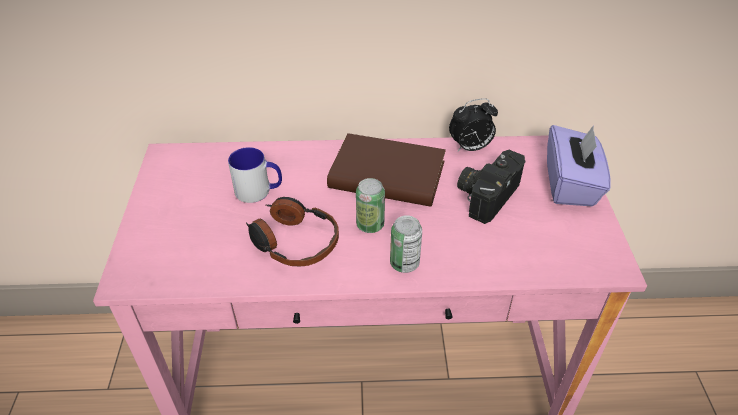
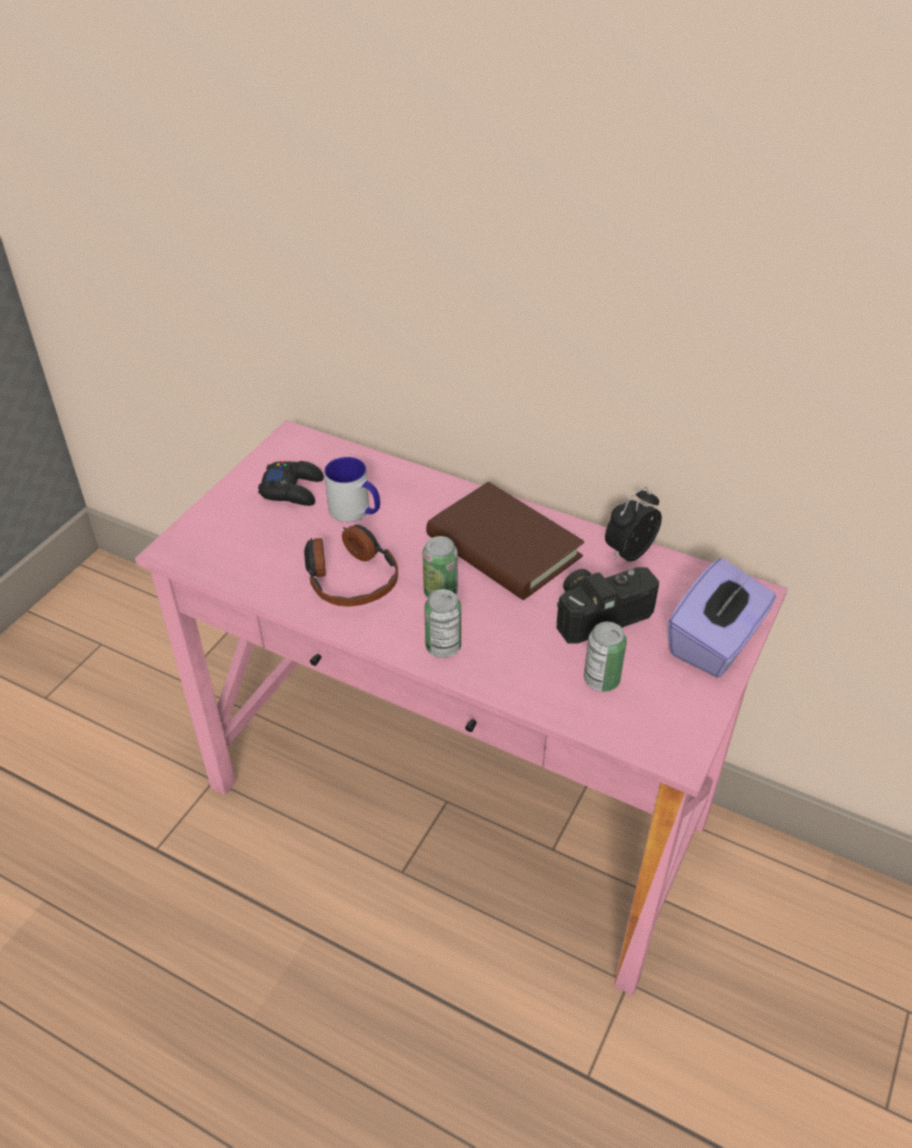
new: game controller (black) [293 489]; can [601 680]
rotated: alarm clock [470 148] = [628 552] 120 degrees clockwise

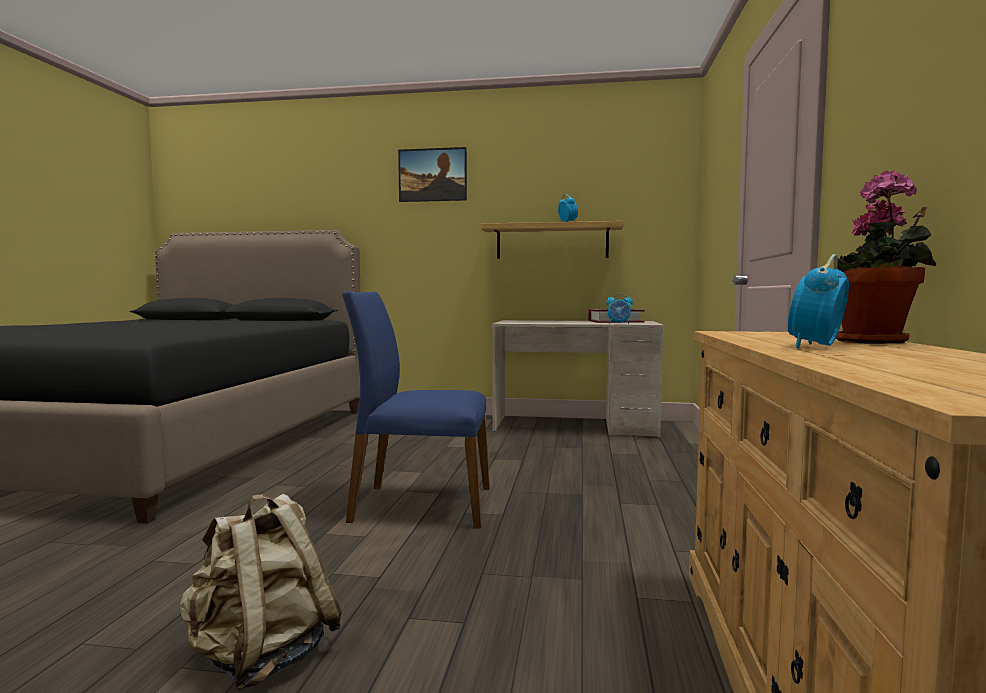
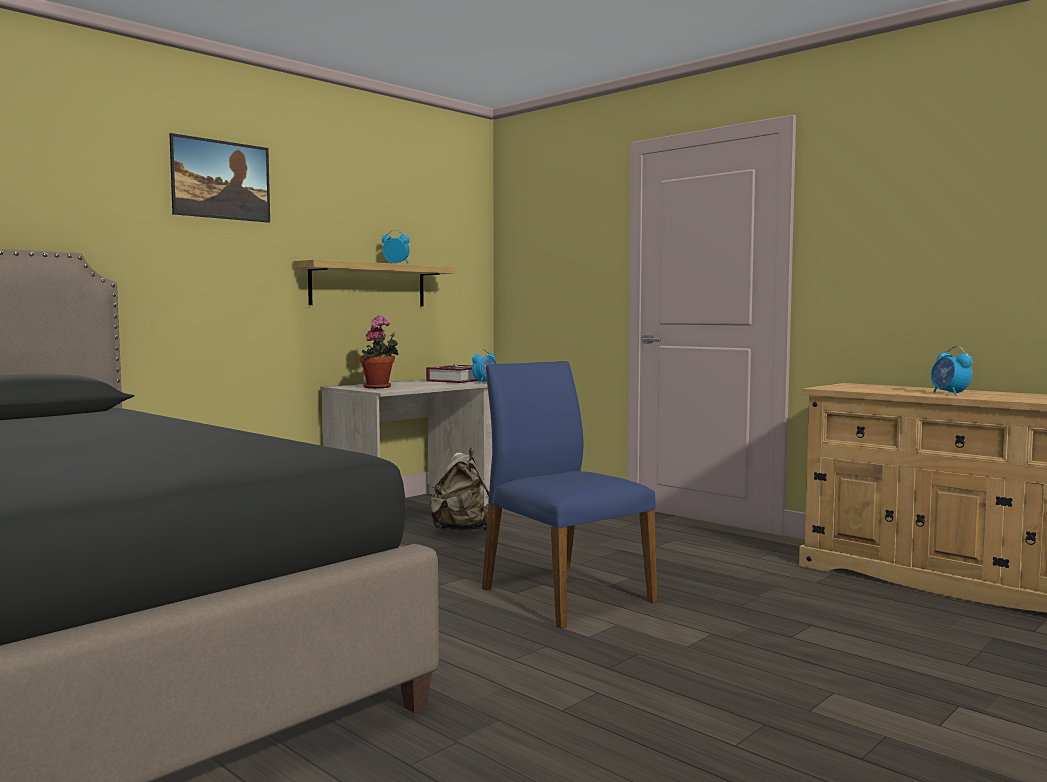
shifted: backpack (beige) [261 657] to [461 531]; potted plant [875 342] to [379 387]
rotated: chair (blue) [420 504] = [563 595] 105 degrees clockwise

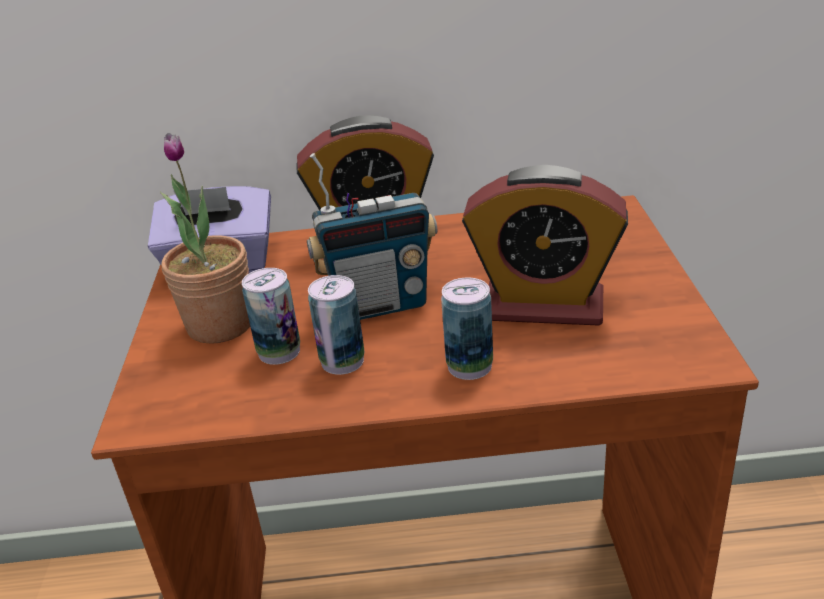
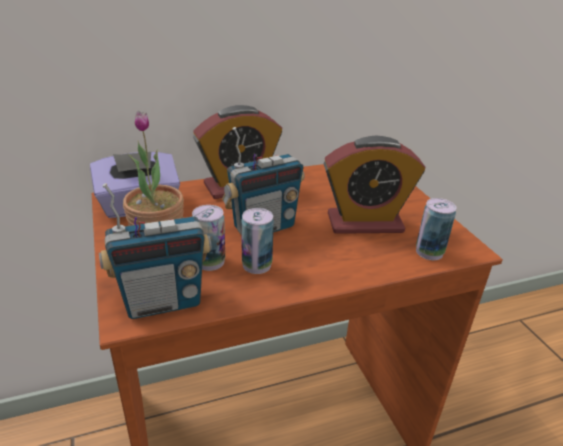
new: radio [163 302]
shifted: can [469 366] to [429 252]

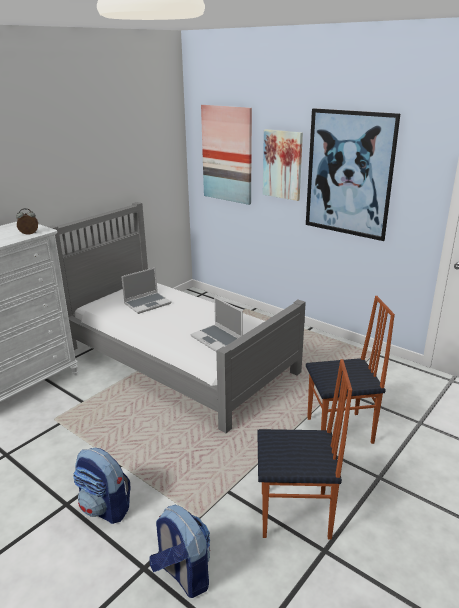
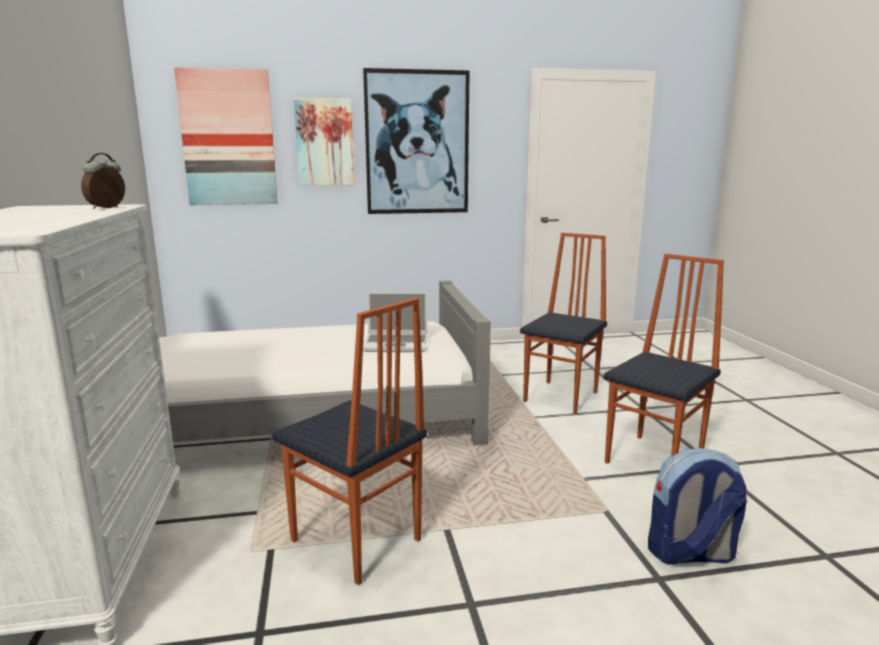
gone: backpack [105 508]; laptop [147 303]
new: chair [355 542]

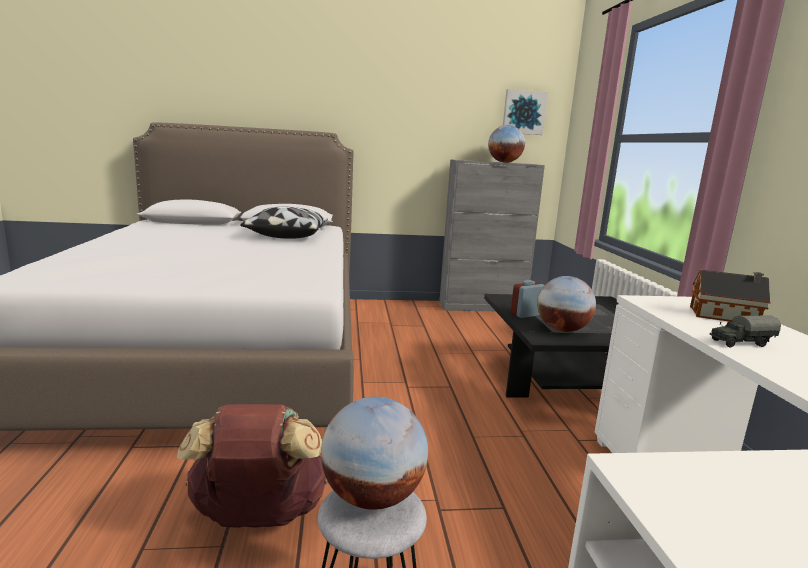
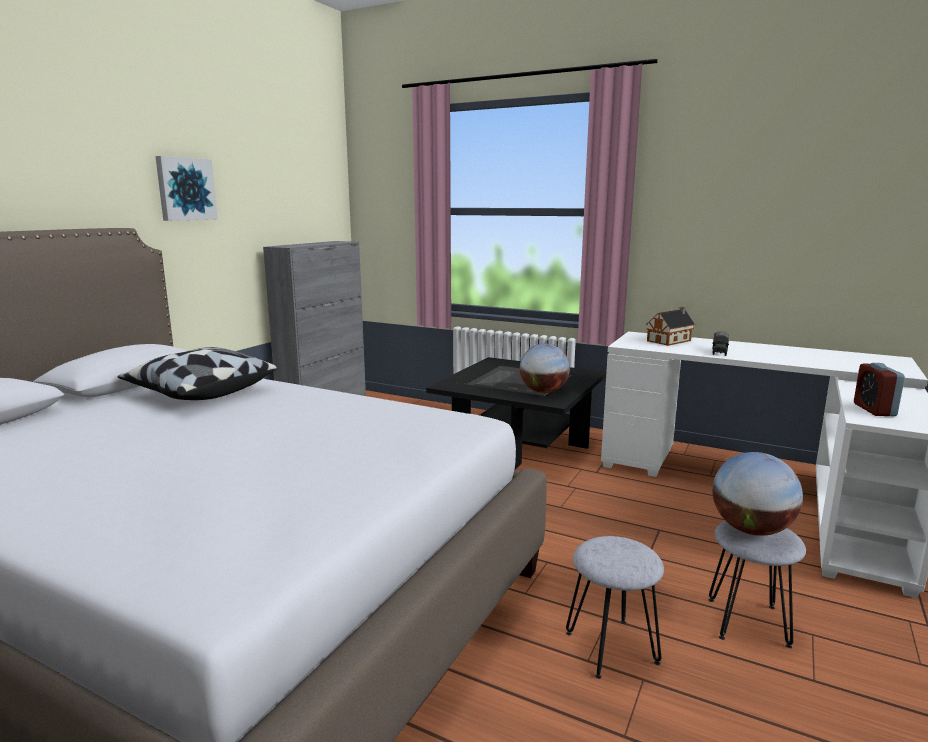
gone: globe [504 162]
shifted: picture [523 112] to [185 189]; alarm clock [526 314] to [874 410]
swapped: backpack (brown) [258 517] to stool (grey) [611 648]

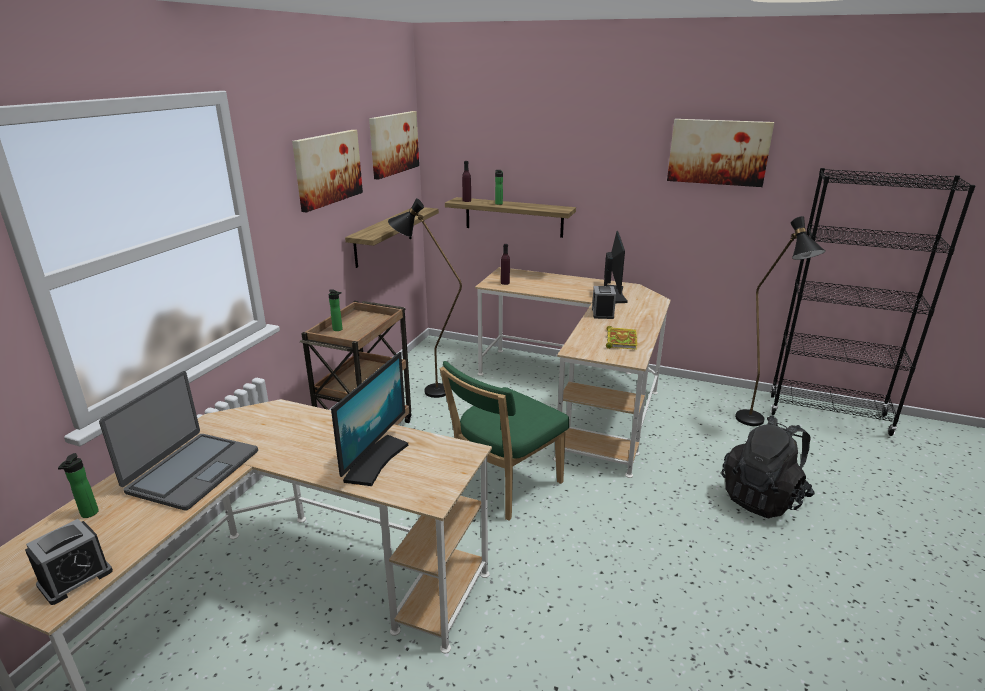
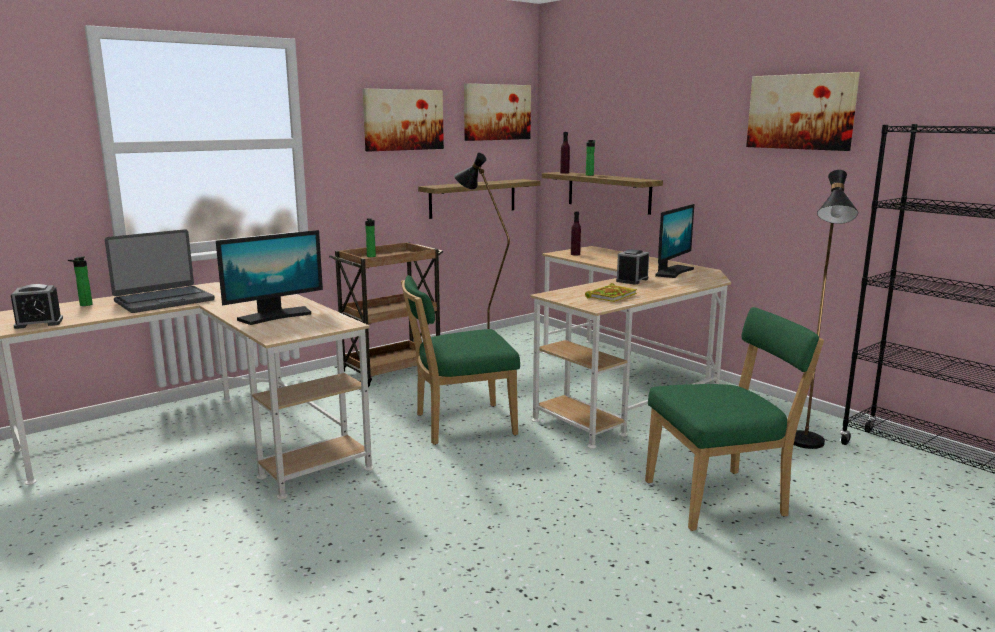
swapped: backpack (black) [763 498] to chair (green) [721 498]

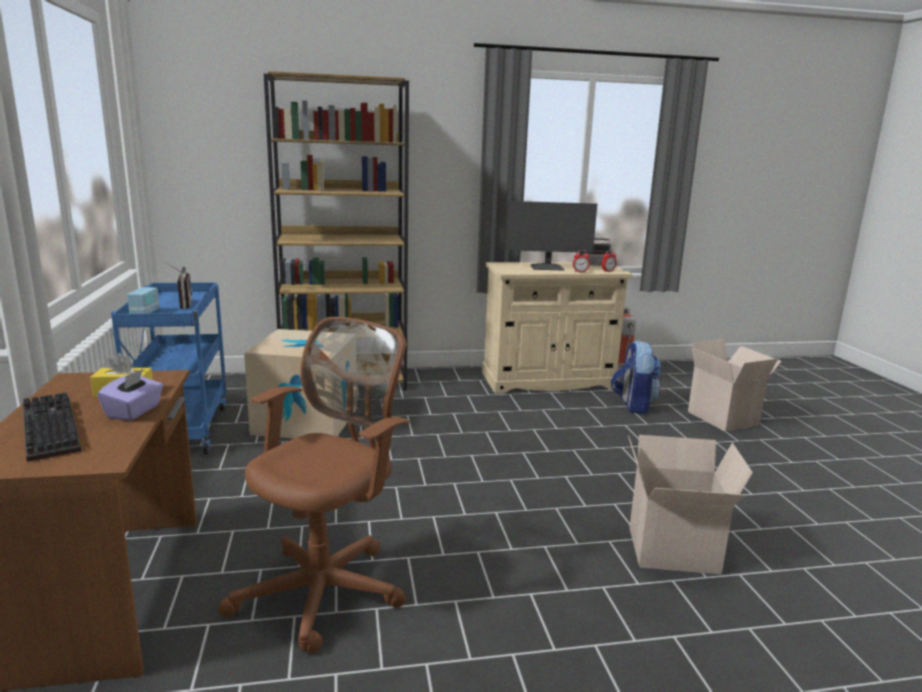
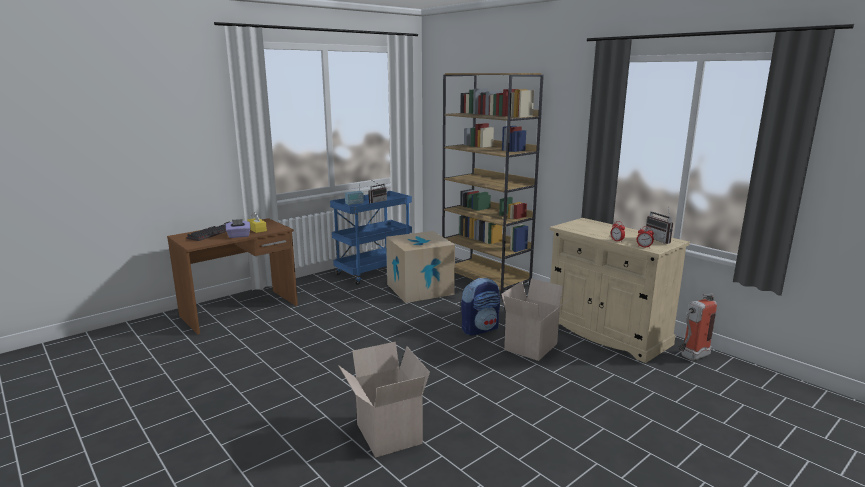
gone: office chair (brown) [326 589]; monitor [547 268]
shifted: backpack [633 405] to [480 329]; cardboard box [725 418] to [532 347]

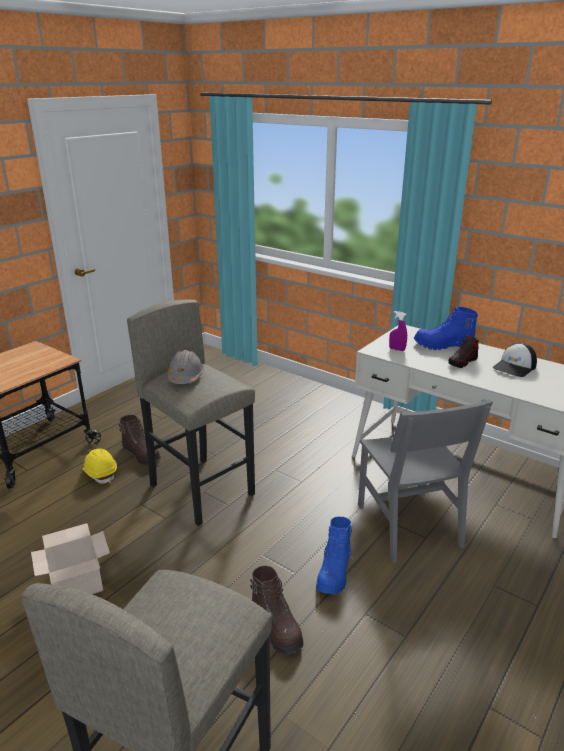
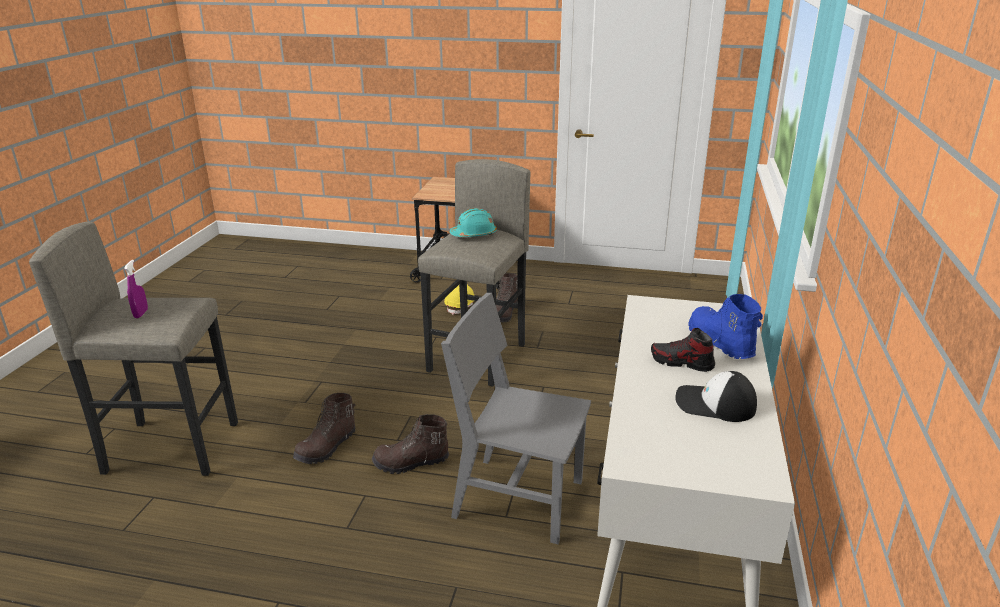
gone: cardboard box [78 584]
shifted: spray bottle (purple) [397 349] to [141 314]
repainted: hard hat (grey) [185 376] to hard hat (turquoise) [474 234]; boot (blue) [334 572] to boot (brown) [411 463]
rotated: chair (grey) [408 525] = [518 498] 60 degrees clockwise

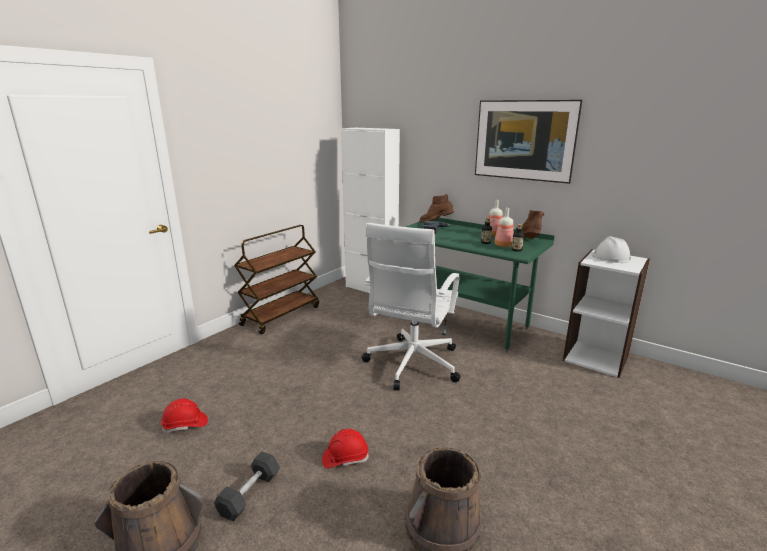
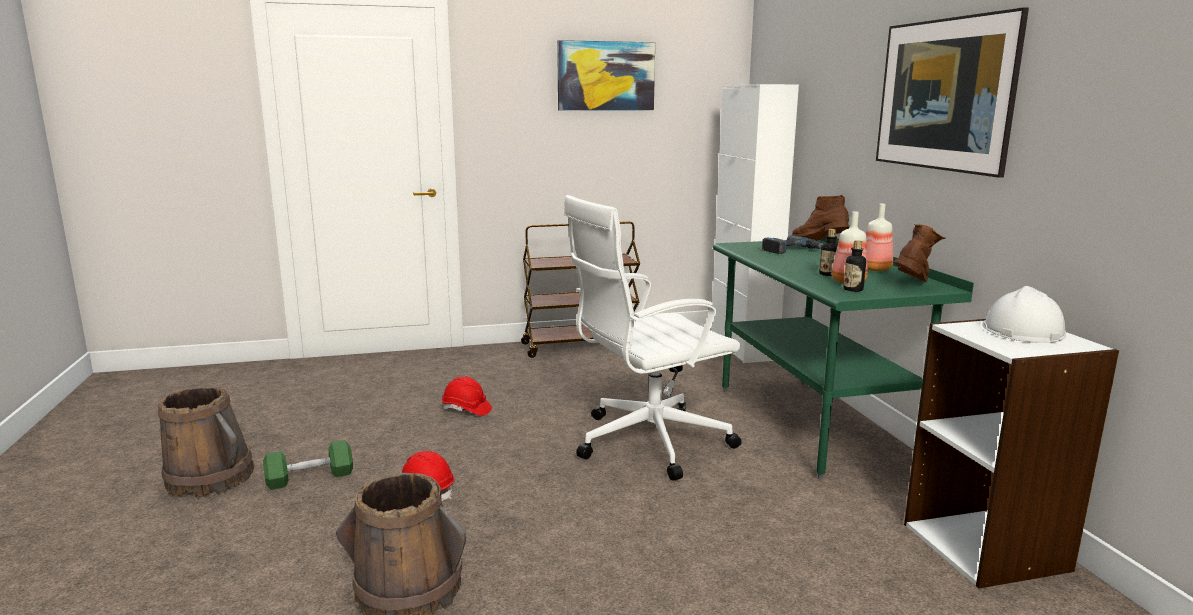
new: picture [606 76]
shifted: hard hat (red) [185 425] to [466 409]
repainted: dumbbell (grey) [249 494] to dumbbell (green) [310 478]

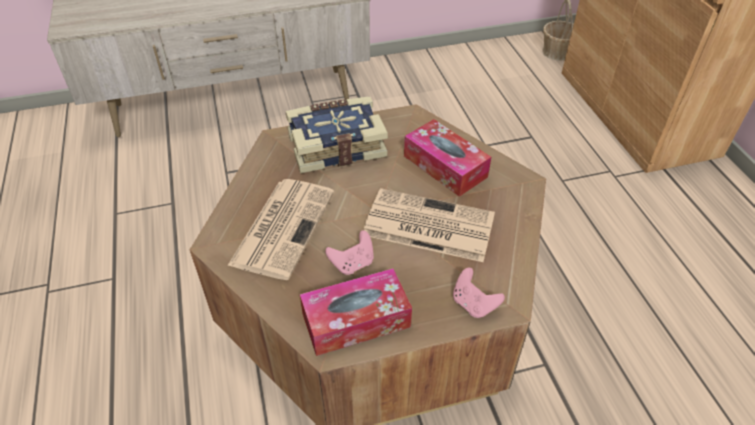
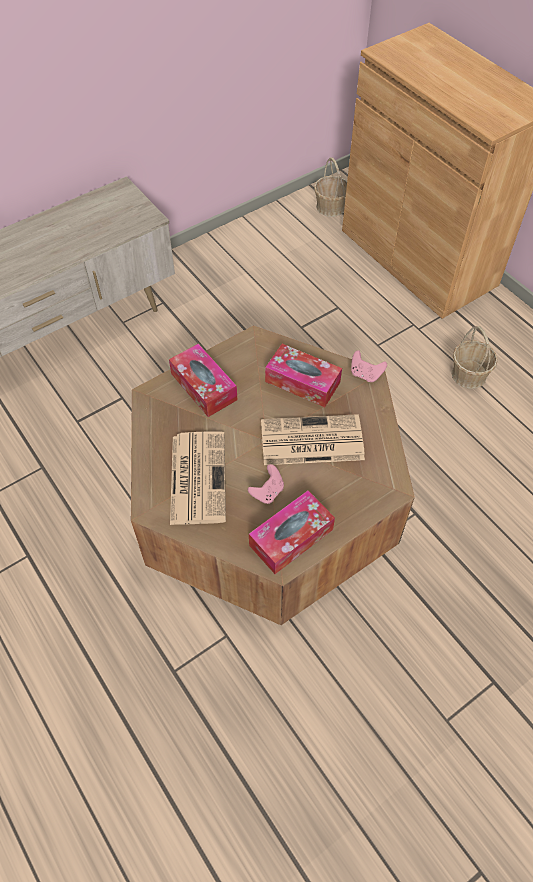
new: basket [469 374]
shifted: game controller (pink) [473 304] to [365 374]
swapped: book [336 145] to tissue box [203 386]

